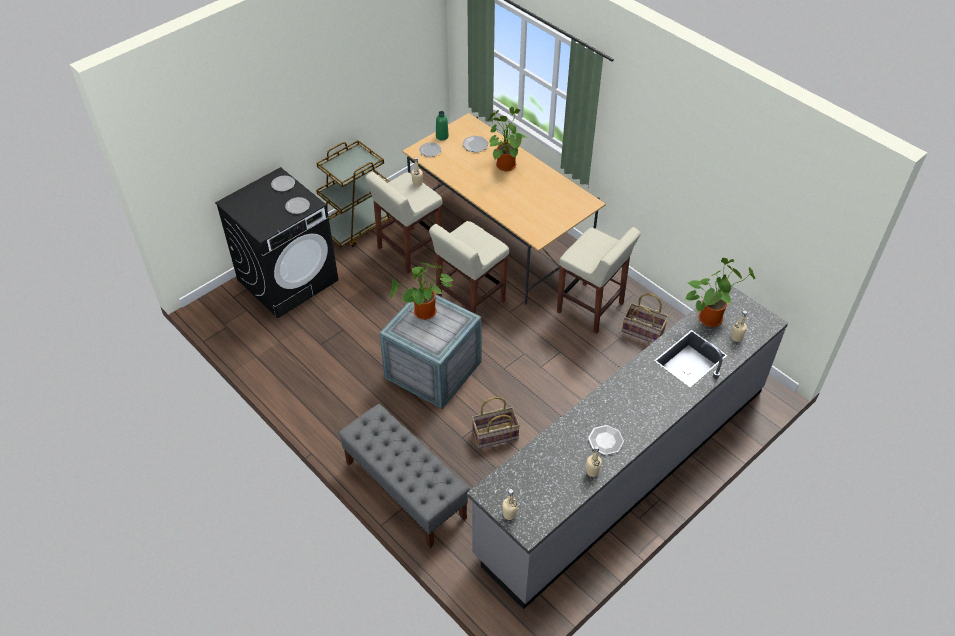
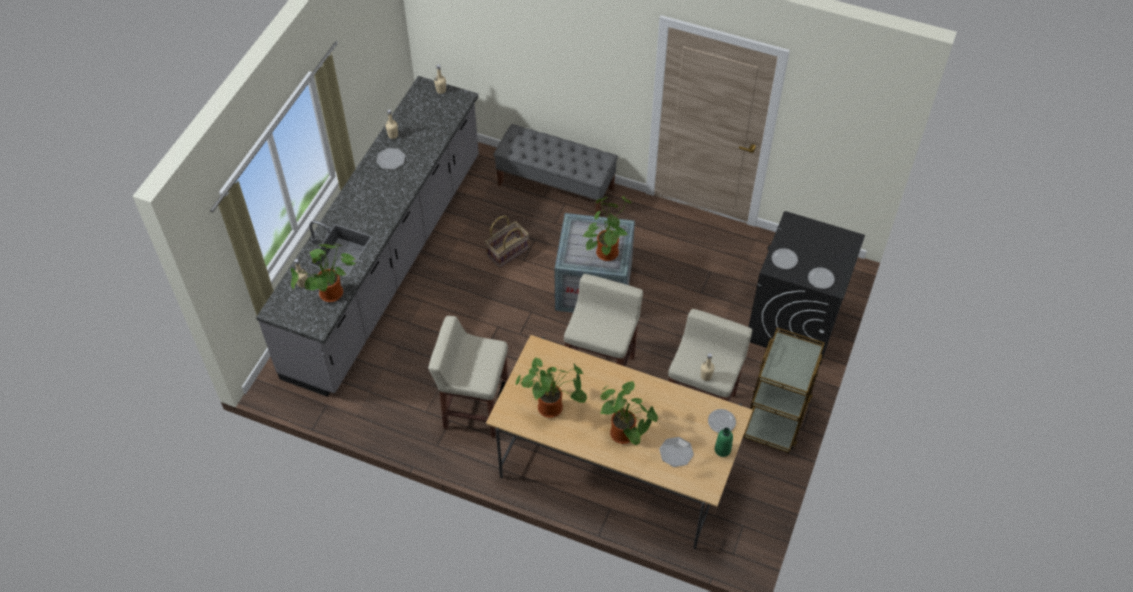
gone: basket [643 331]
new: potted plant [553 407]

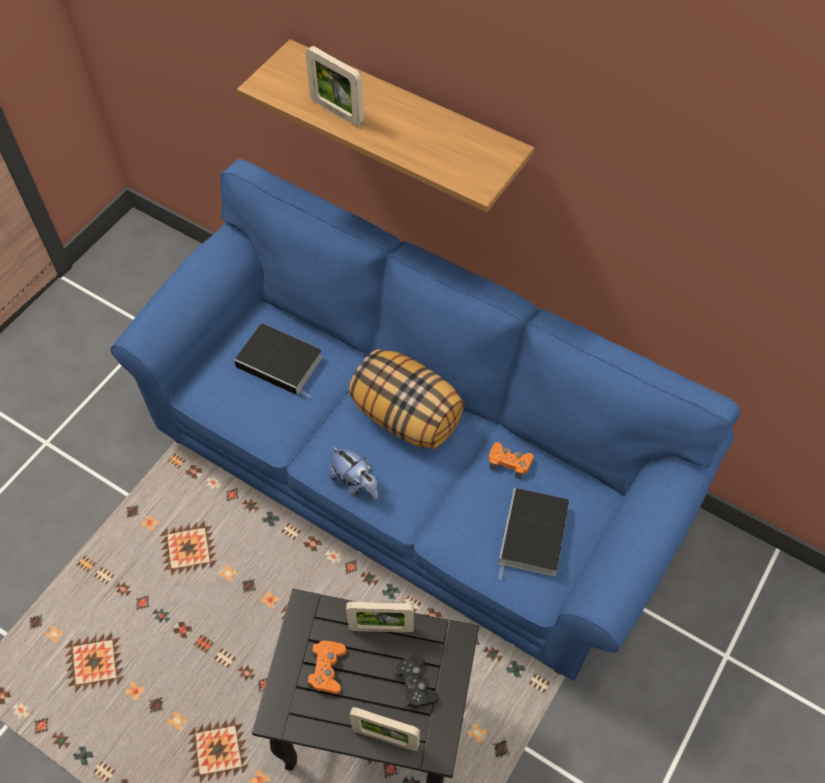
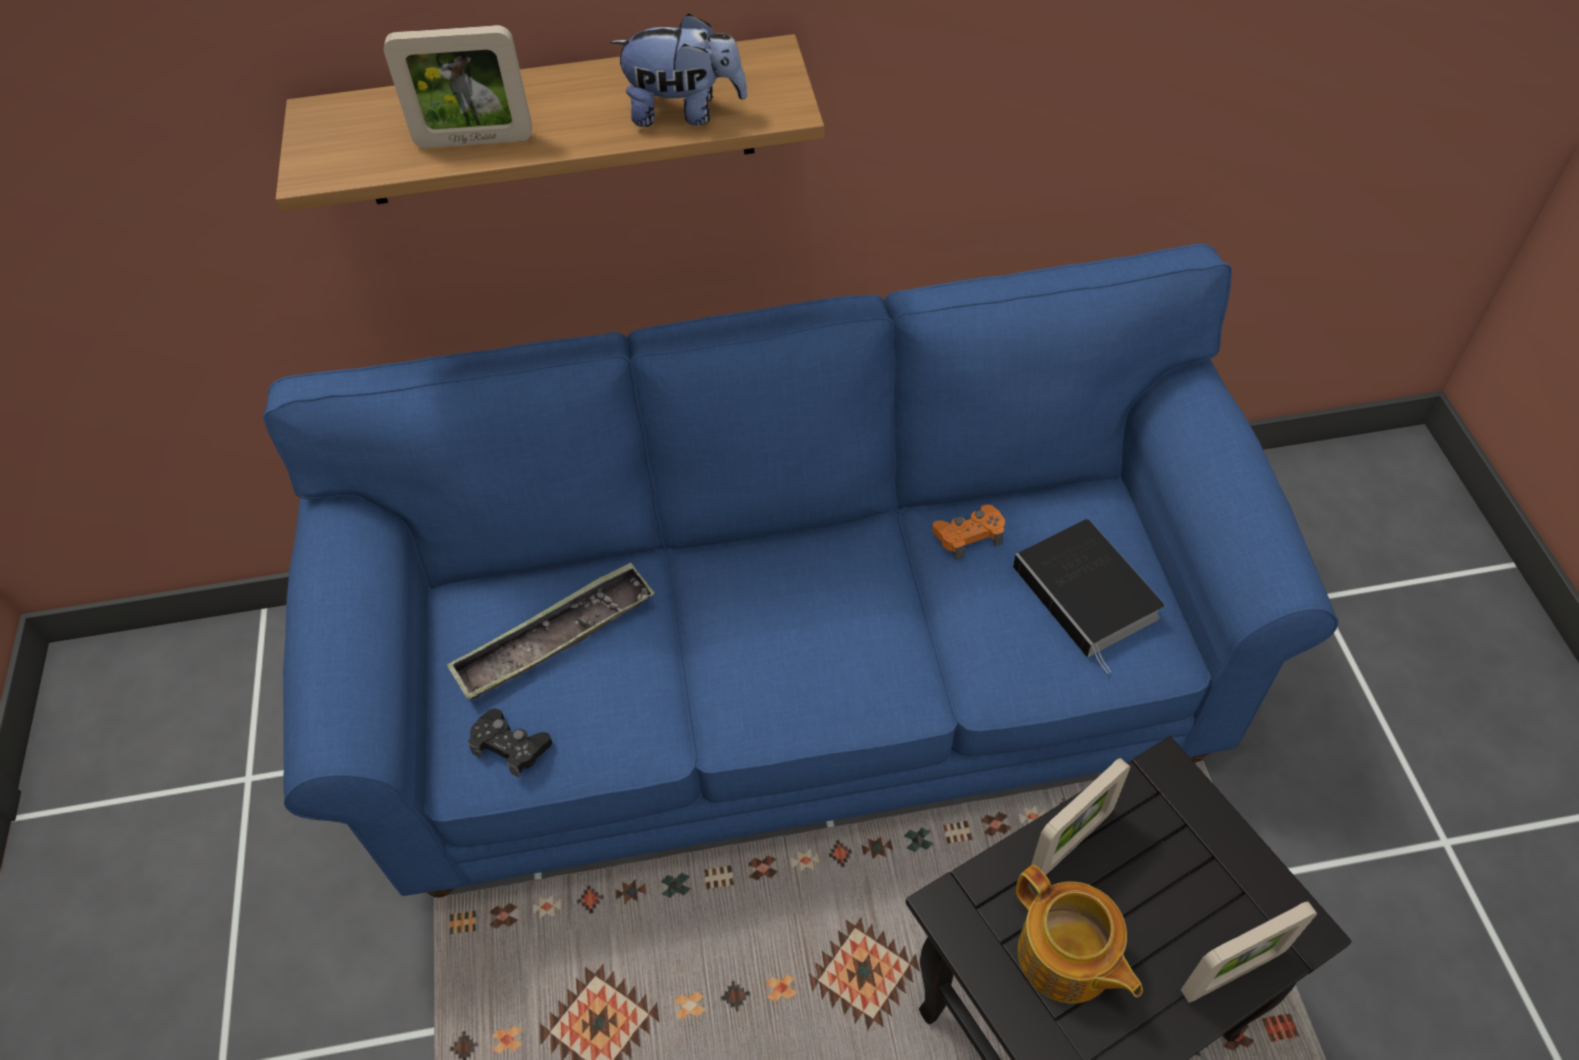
gone: pillow [407 416]
shifted: plush toy [355 483] to [685 113]; game controller (black) [415 684] to [511 746]
swapped: book [282 362] to tray [555 638]; game controller (orange) [327 669] to teapot [1066 957]

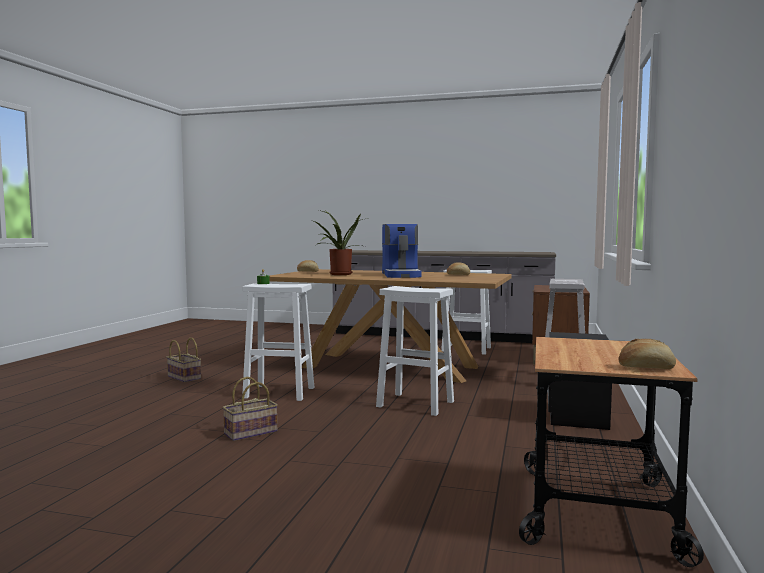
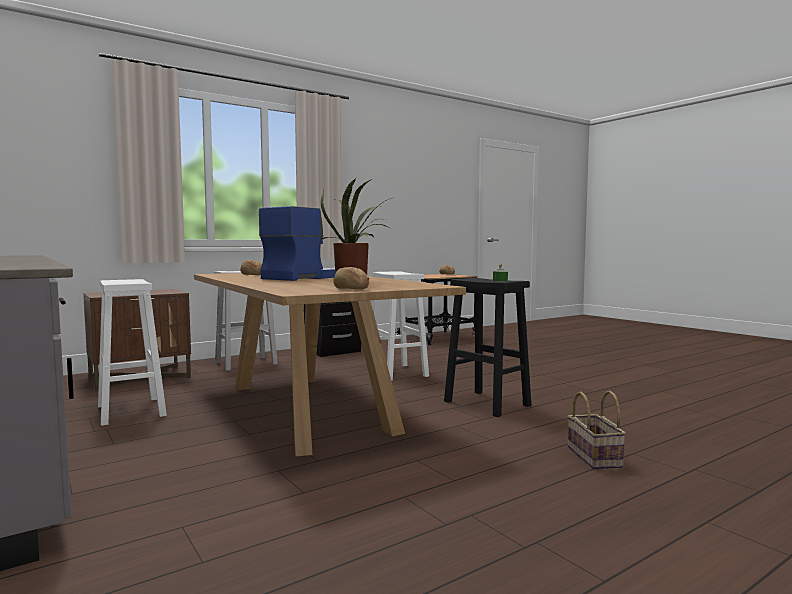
gone: basket [250 433]
repainted: stool (white) [278 393] to stool (black) [488 404]

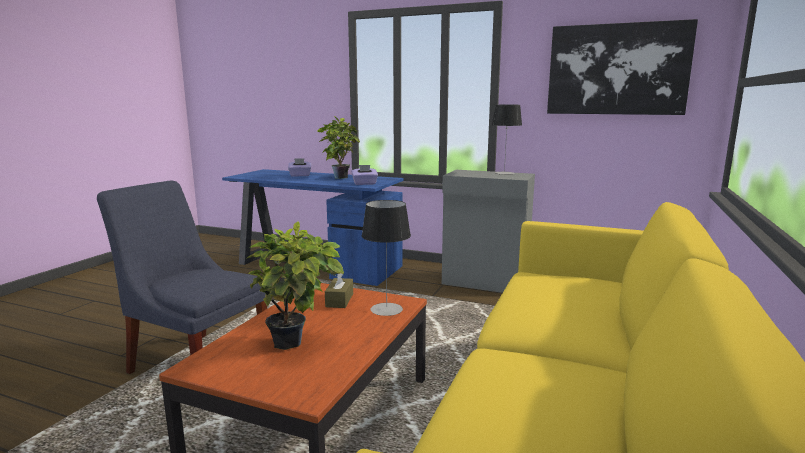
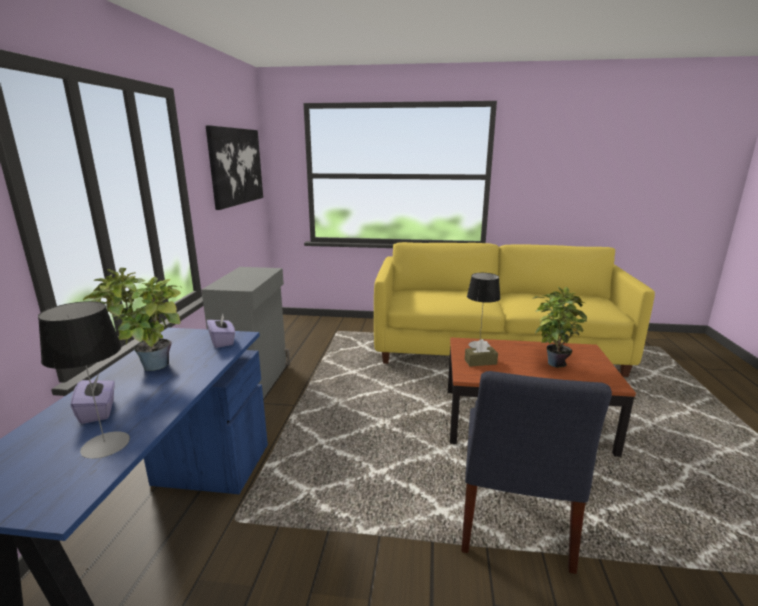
shifted: table lamp [504 173] to [105 445]

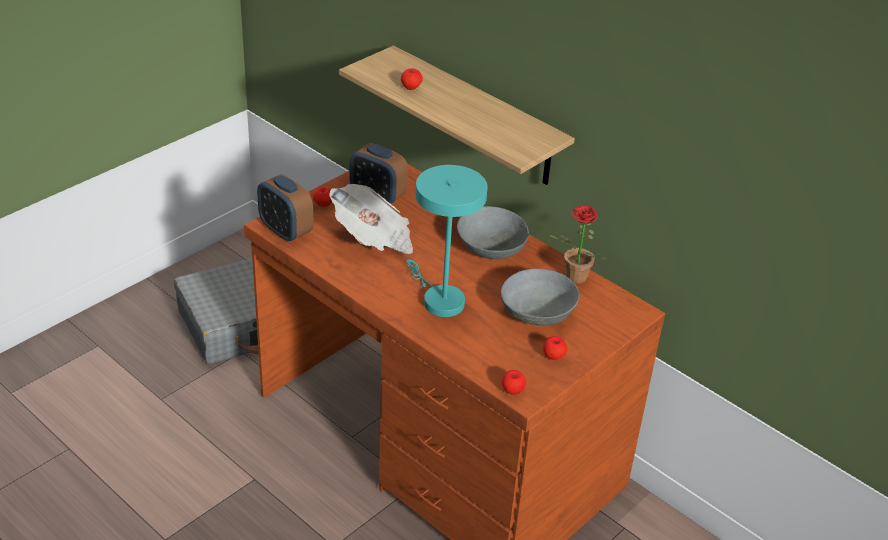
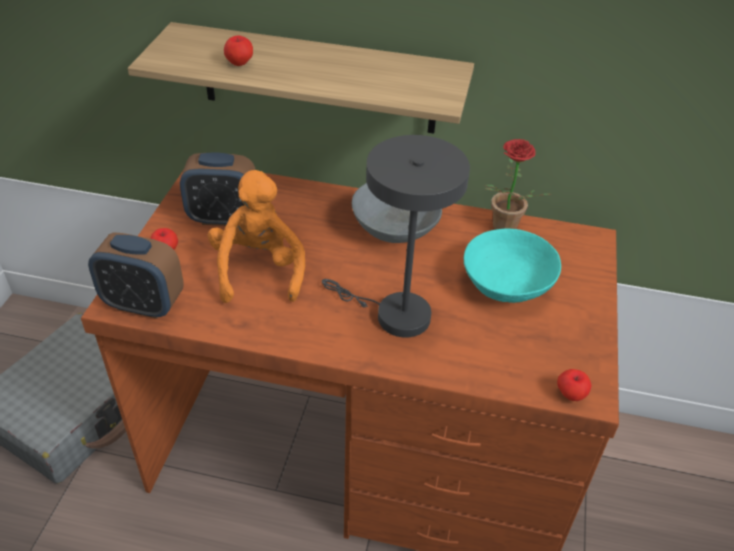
gone: apple [553 356]
swapped: newspaper [373 238] to plush toy (orange) [258 270]
repainted: table lamp (turquoise) [439 299] to table lamp (grey) [394 314]; bowl (grey) [538 313] to bowl (turquoise) [506 284]

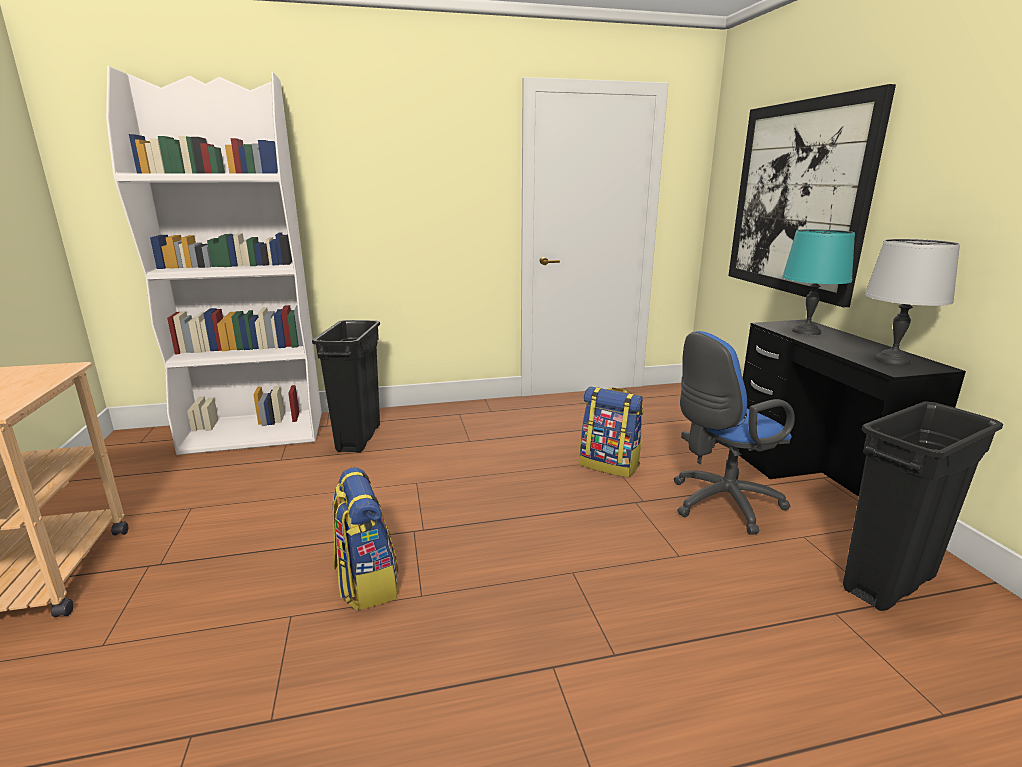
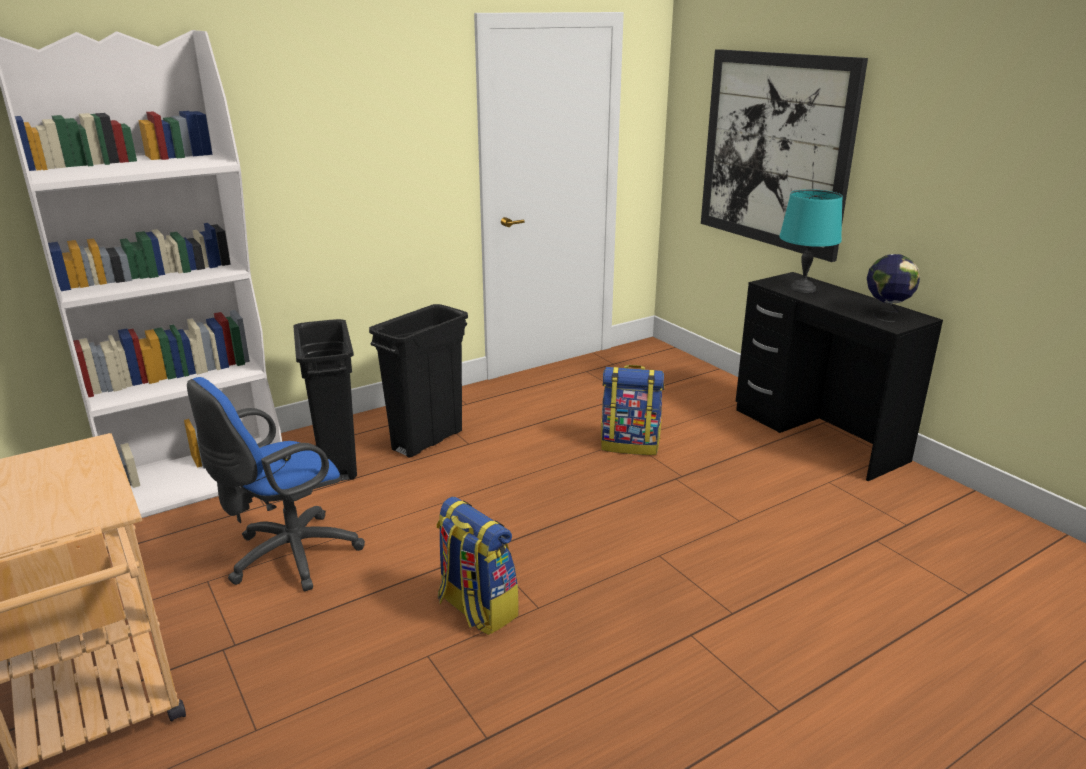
shifted: office chair (blue) [719 504] to [287 557]; trash can (black) [889 583] to [427 440]
swapped: table lamp (grey) [891 359] to globe [886 314]

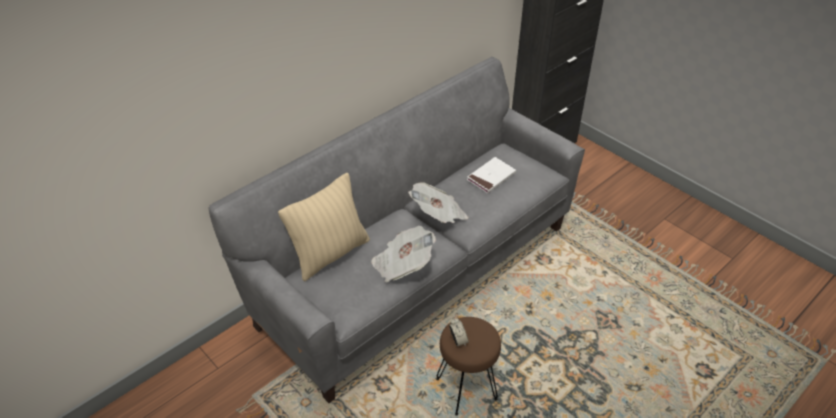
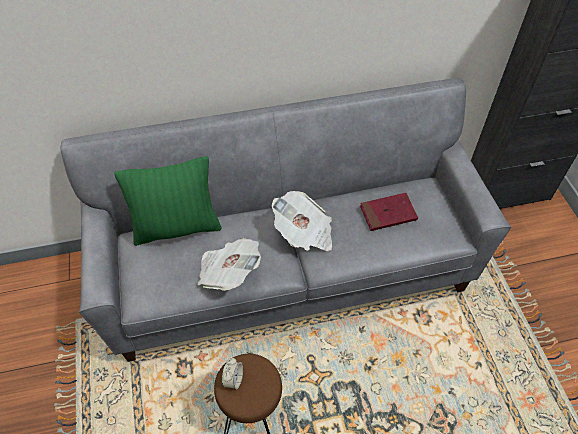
repainted: pillow (beige) [330 254] to pillow (green) [177 228]; book (white) [491 177] to book (red) [388 213]

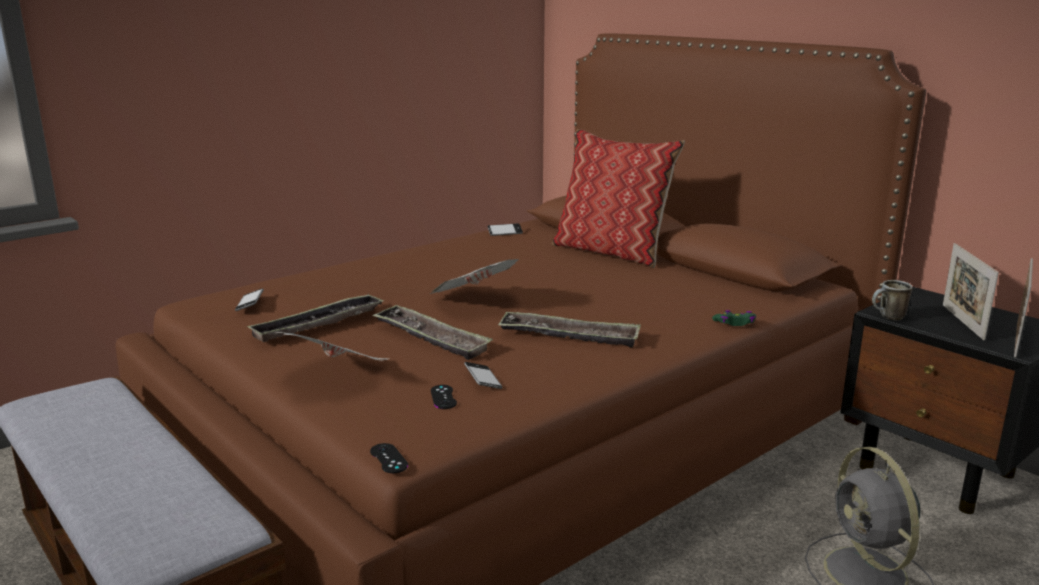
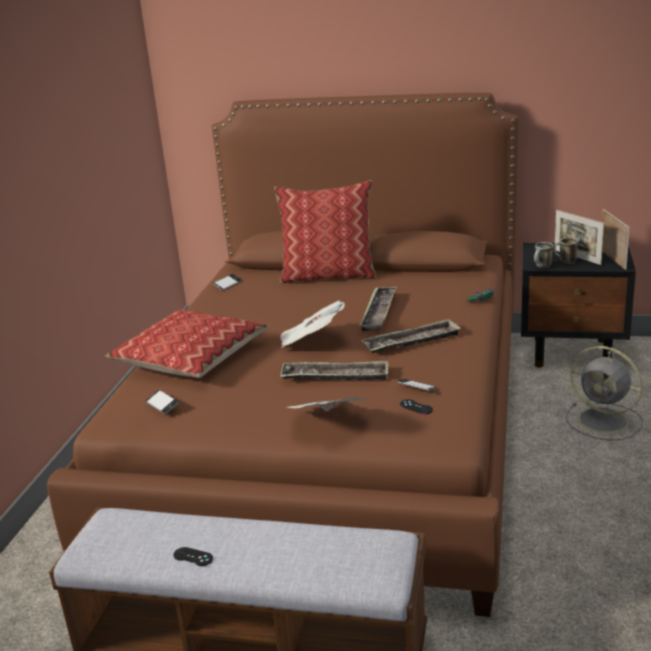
new: pillow [191 356]; mug [565 261]
shifted: tray [318 324] to [378 312]; game controller (black) [388 458] to [193 557]

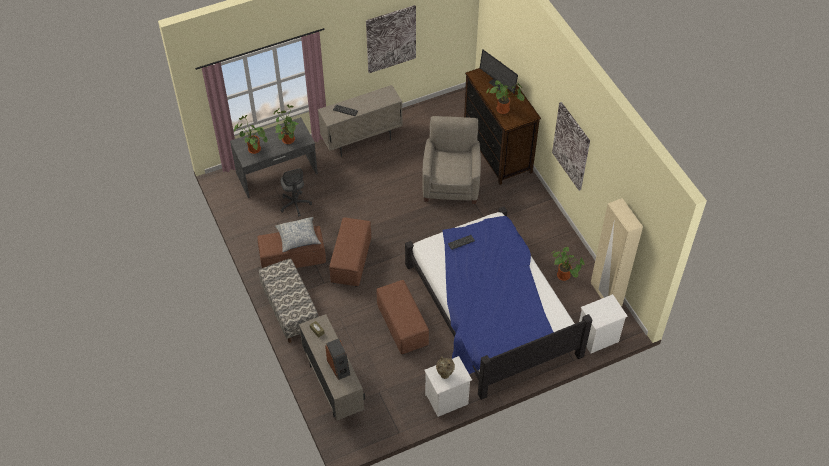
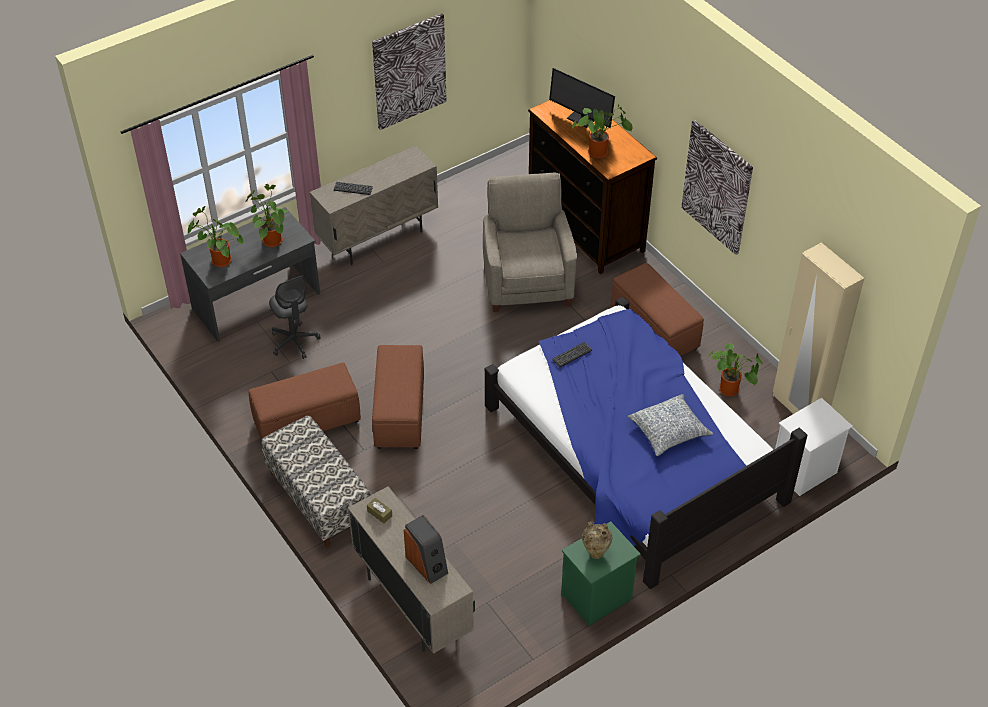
shifted: pillow [298 238] to [669 431]; ottoman (brown) [402 326] to [655 329]
repainted: nightstand (white) [446 400] to nightstand (green) [596 598]

